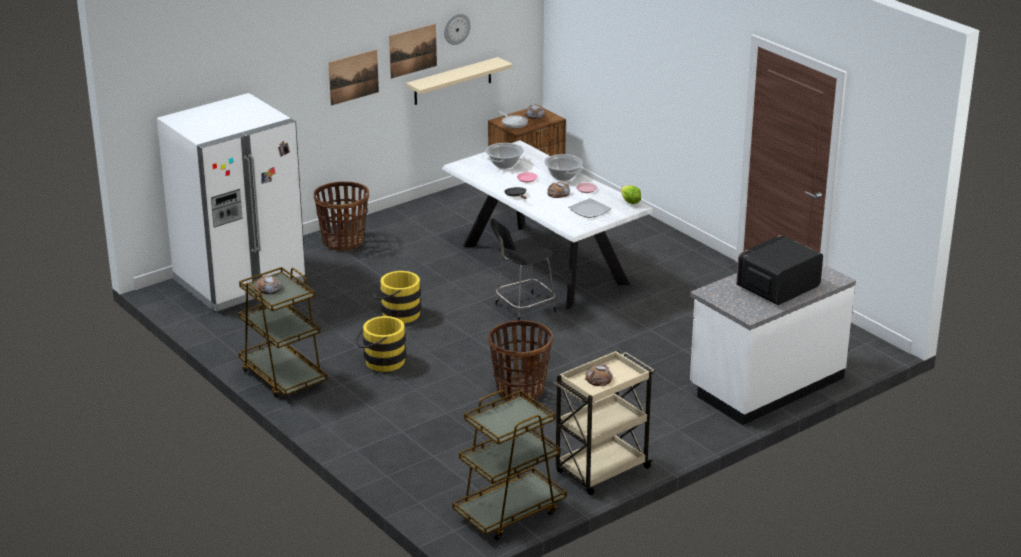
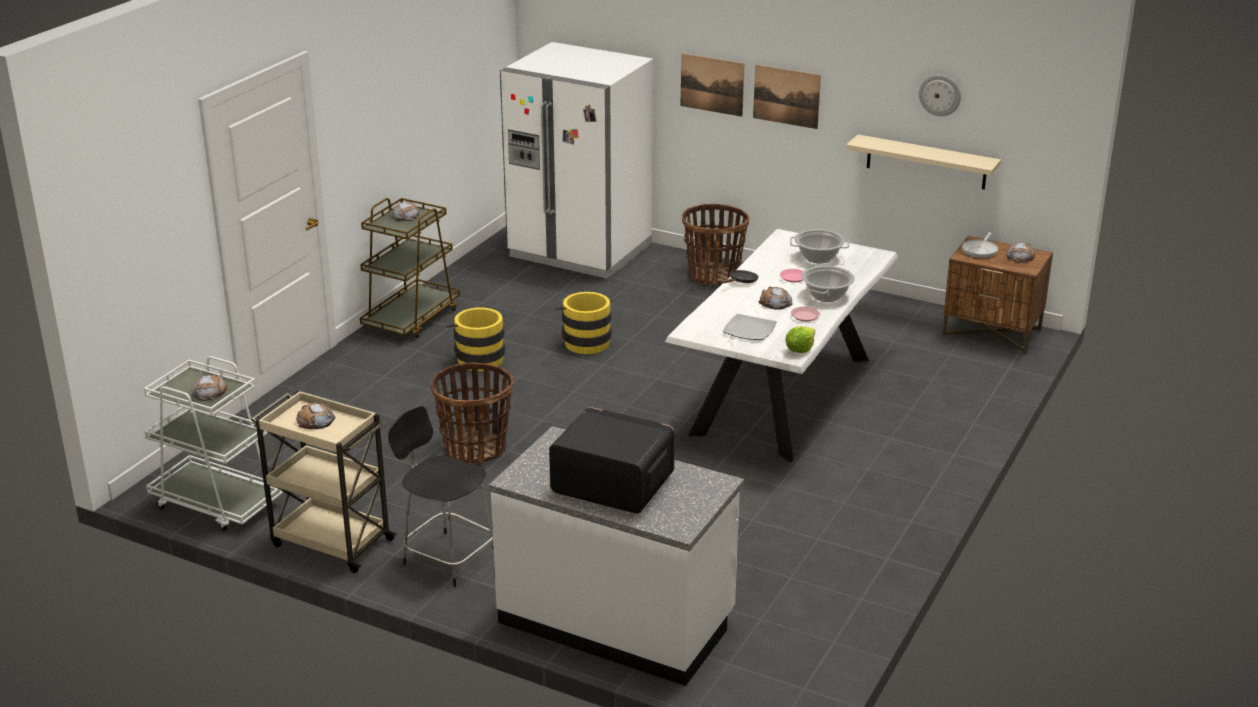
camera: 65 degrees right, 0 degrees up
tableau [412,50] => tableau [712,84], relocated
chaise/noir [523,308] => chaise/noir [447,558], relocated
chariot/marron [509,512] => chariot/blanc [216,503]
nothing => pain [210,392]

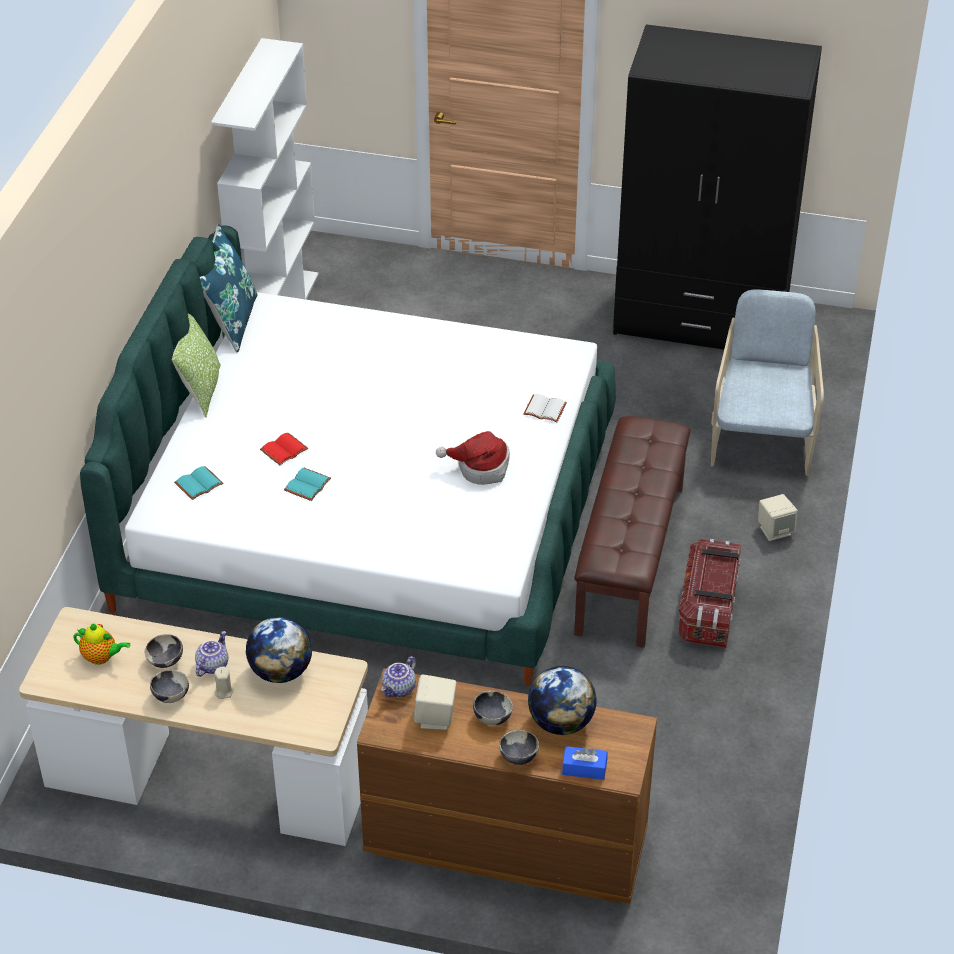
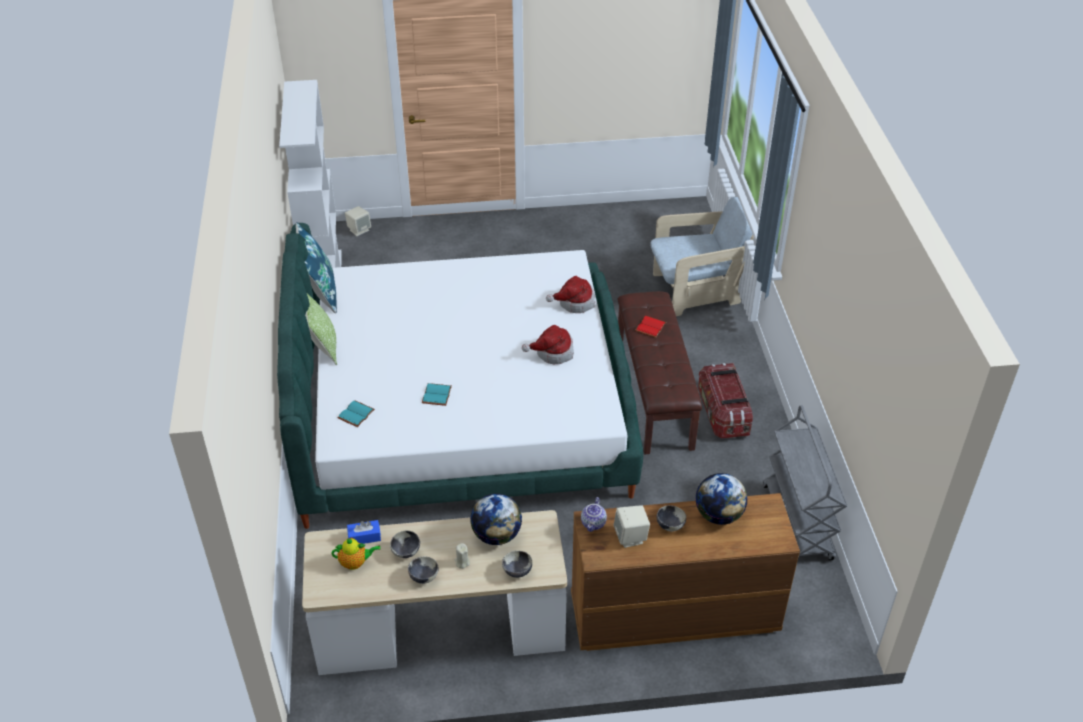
camera: 20 degrees left, 0 degrees up
armoire/noir [701,320] => nothing
fauteuil/beige [761,438] => fauteuil/beige [695,291], 90 degrees clockwise
livre/blanc [544,410] => chapeau [574,302]
livre/rouge [284,449] => livre/rouge [650,327], relocated
enceinte/beige [775,531] => enceinte/beige [359,230], relocated
théière [212,665] => nothing
bol [518,757] => bol [517,571], relocated
boîte à mouchoirs/bleu [584,768] => boîte à mouchoirs/bleu [364,537], relocated
nothing => chariot/gris [797,523]

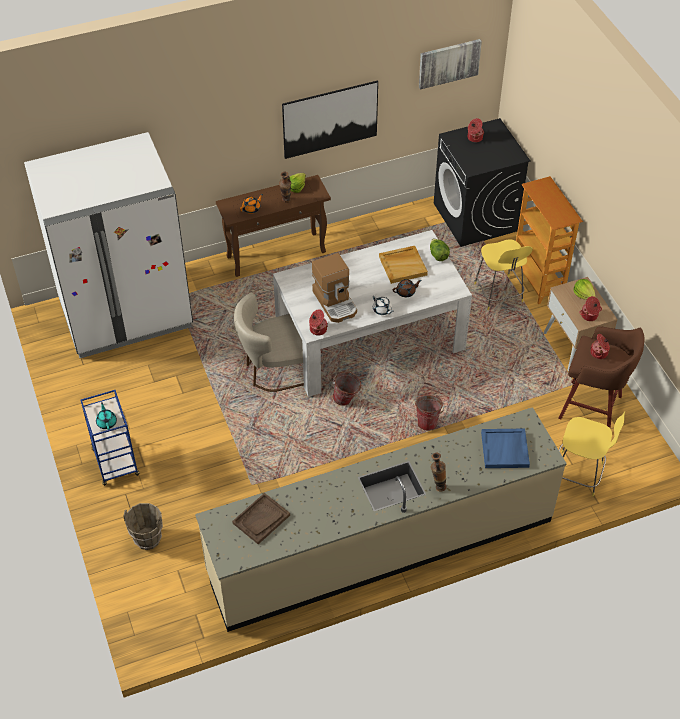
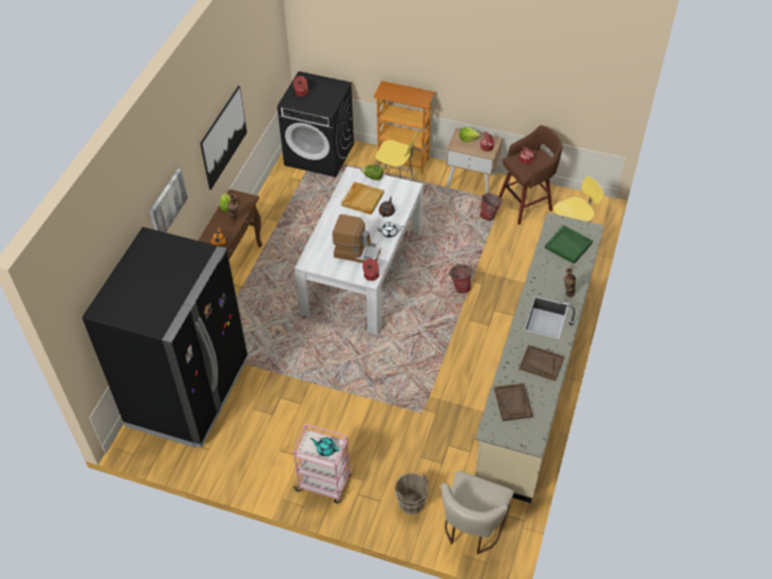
camera: 50 degrees left, 0 degrees up
tableau [449,63] => tableau [167,204], relocated
réfrigérateur/blanc [126,314] => réfrigérateur/noir [189,393]
chaise/beige [272,370] => chaise/beige [472,528], relocated
seau [346,400] => seau [490,215], relocated
chariot/bleu [116,463] => chariot/rose [324,483]
plateau/bleu [505,450] => plateau/vert [568,245]
nothing => plateau/marron [541,363]

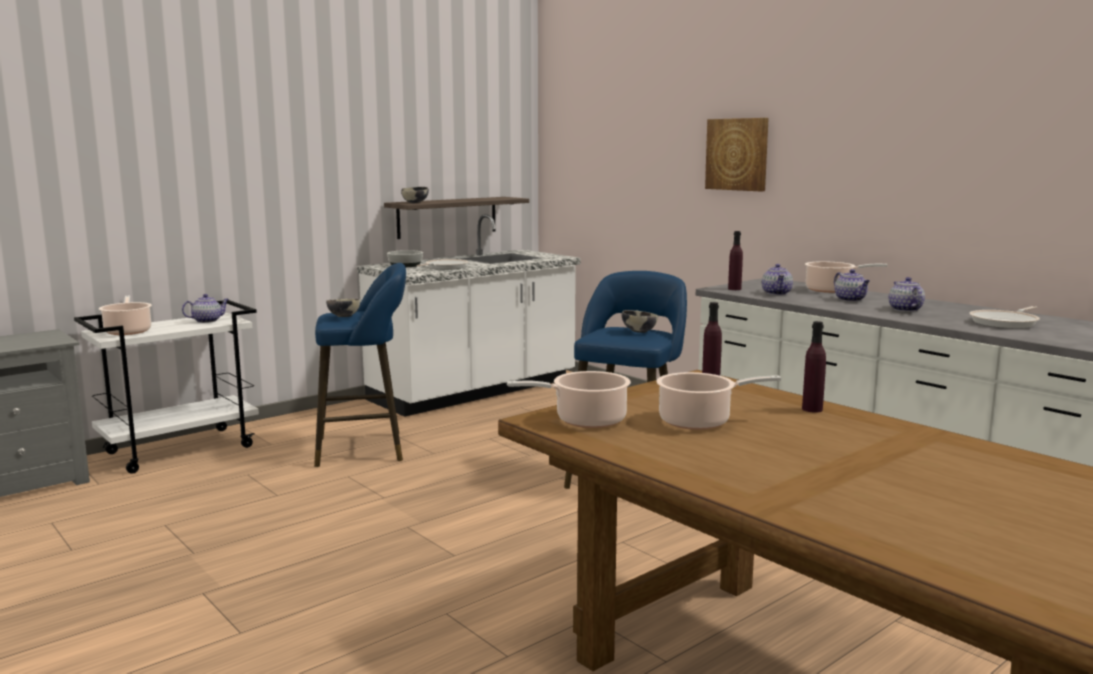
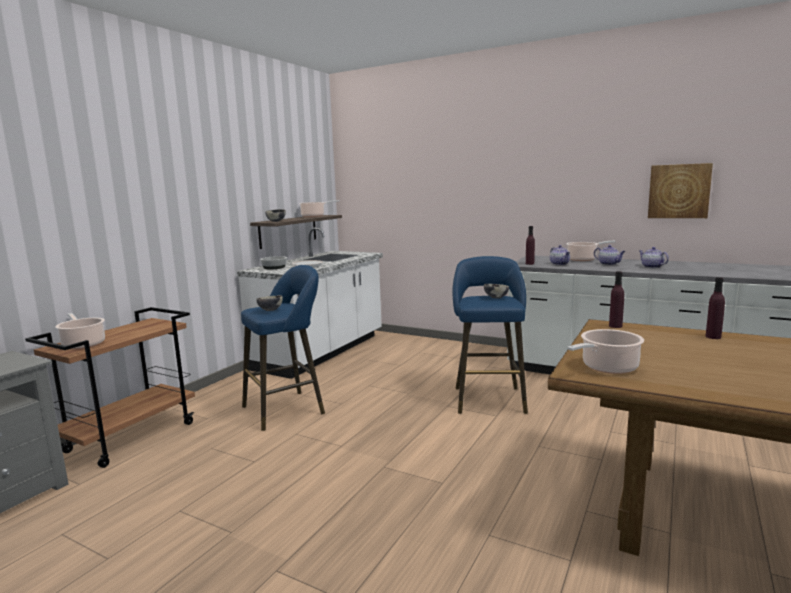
camera: 20 degrees left, 0 degrees up
tableau [737,154] => tableau [679,191], relocated
théière [207,321] => nothing
chariot/blanc [181,449] => chariot/marron [131,437]
poêle [1006,323] => nothing
marmite [699,421] => marmite [314,216], relocated

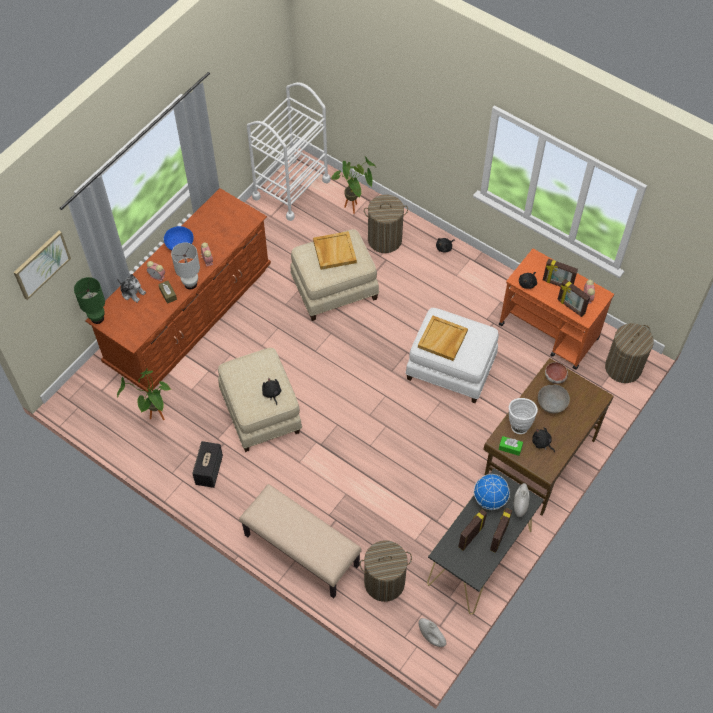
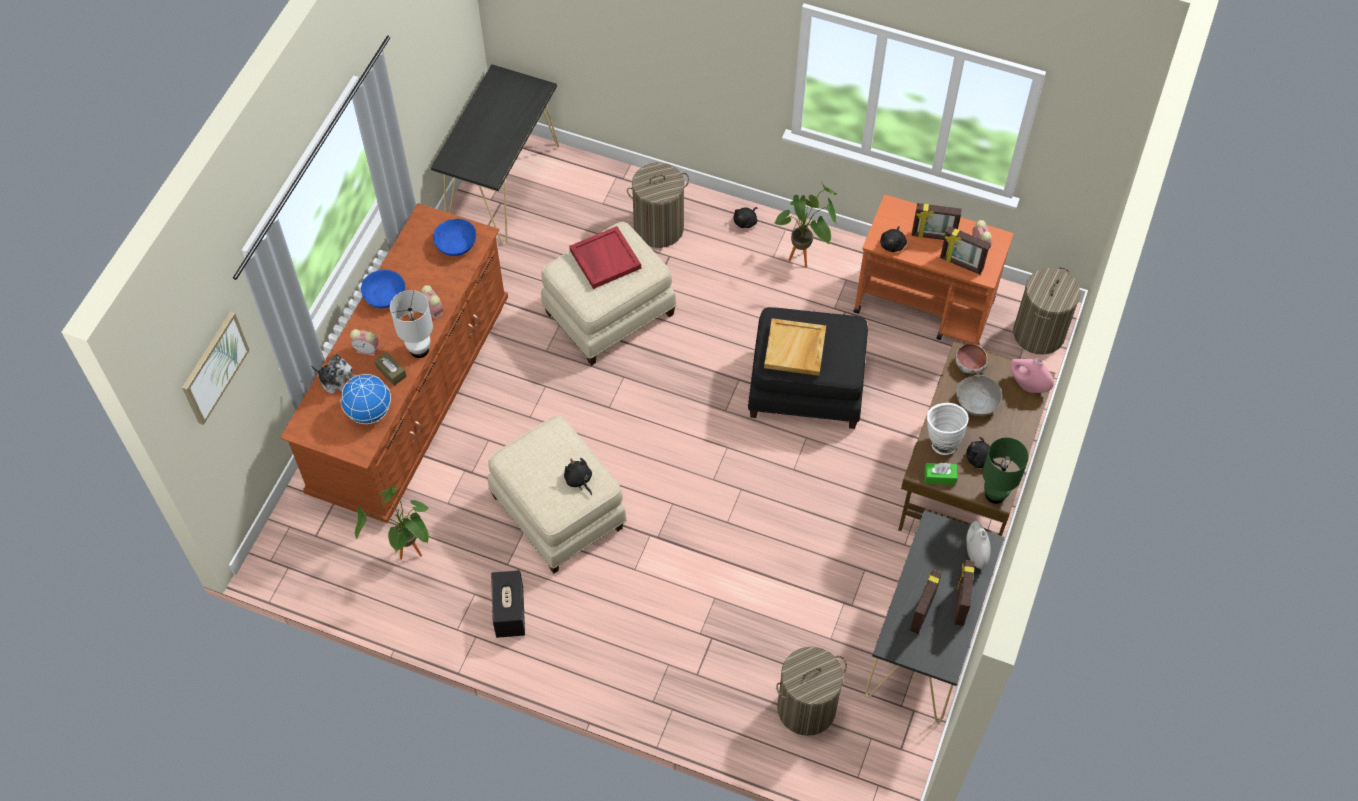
camera: 15 degrees left, 0 degrees up
chariot/blanc [291,188] => table console/noir [503,184]
plante en pot [355,209] => plante en pot [805,260], relocated
plateau/beige [334,251] => plateau/rouge [604,259]
lampe de table/vert [97,318] => lampe de table/vert [995,494], relocated
pouf/blanc [451,367] => pouf/noir [806,387]
globe [490,499] => globe [369,411], relocated
banc/beige [300,550] => nothing
vase/blanc [431,637] => nothing
nothing => bol/bleu [456,244]
nothing => vase/rose [1027,385]

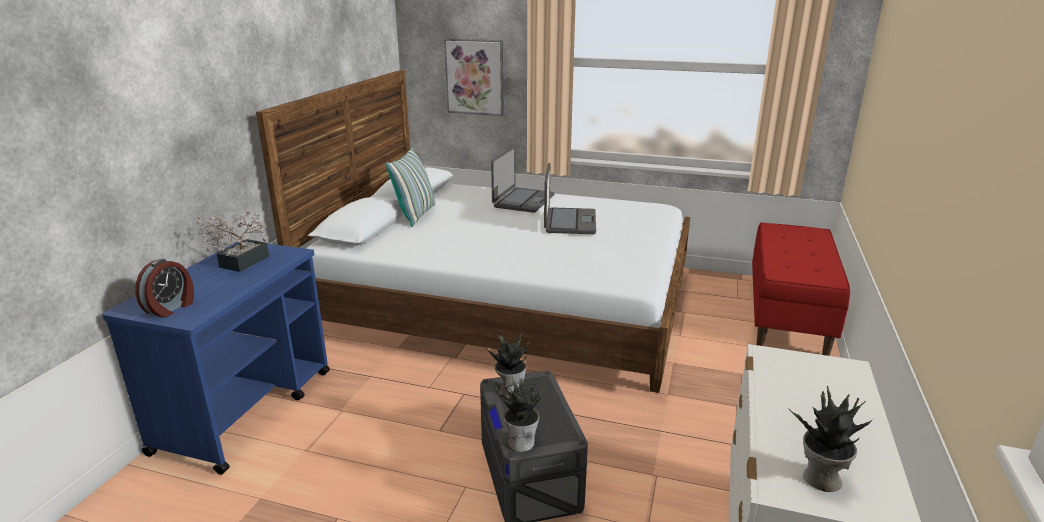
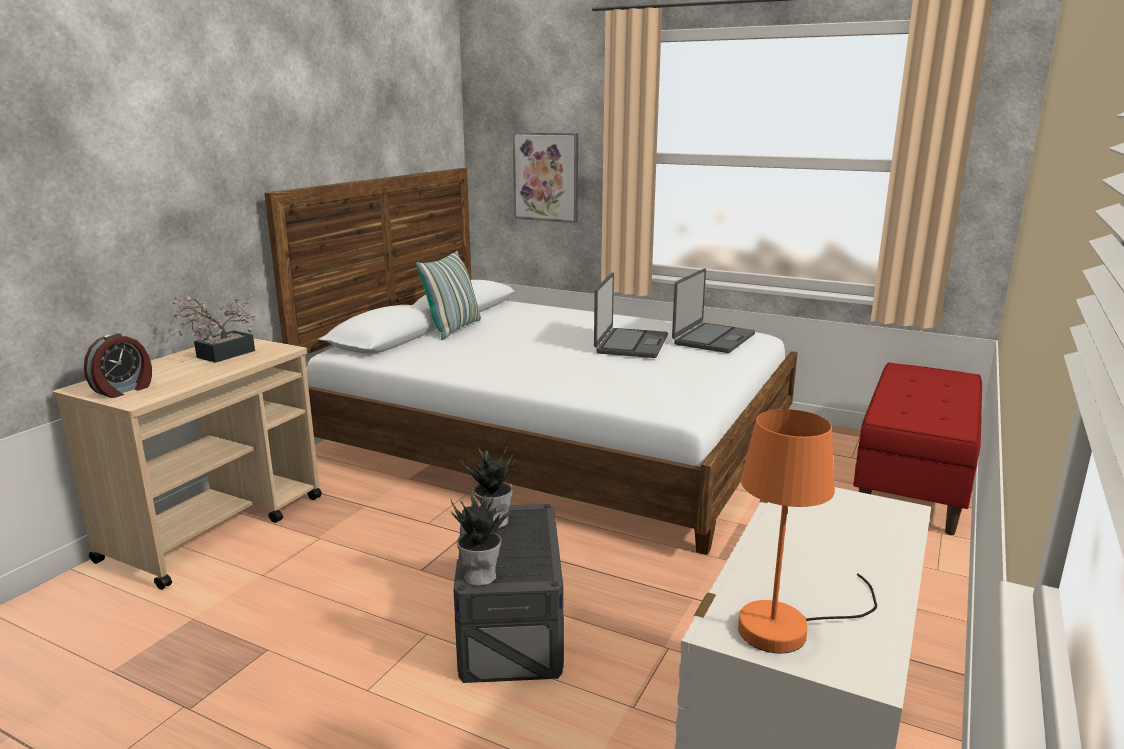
camera: 10 degrees right, 5 degrees down
ordinateur portable [523,201] => ordinateur portable [712,339], relocated
chariot/bleu [247,409] => chariot/beige [216,527]
plante en pot [820,479] => lampe de table/orange [789,626]

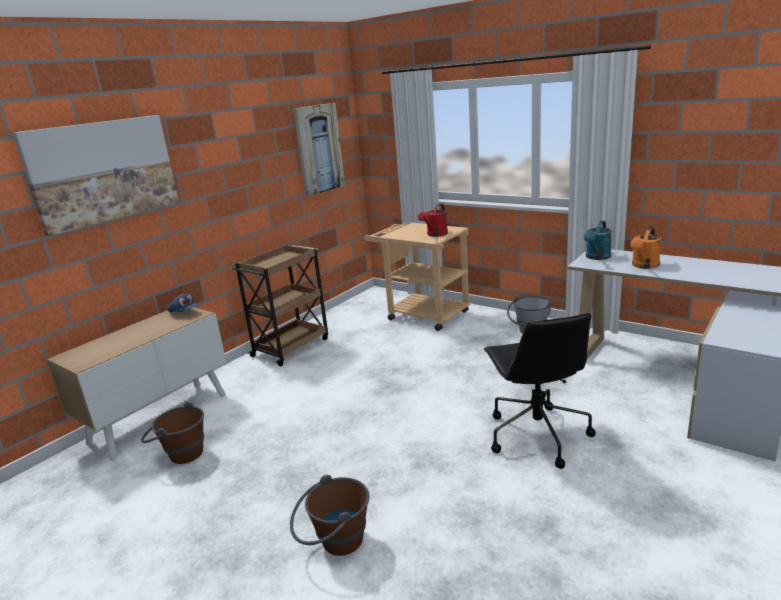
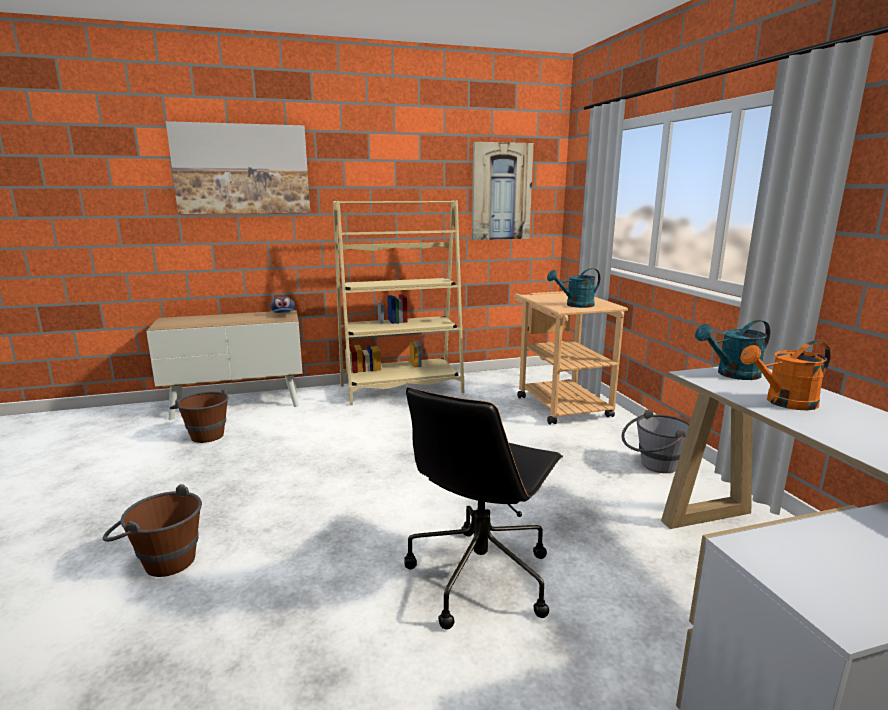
camera: 35 degrees right, 5 degrees down
arrosoir/rouge [435,235] => arrosoir/turquoise [575,305]
chariot/marron [291,346] => bibliothèque/beige [401,389]

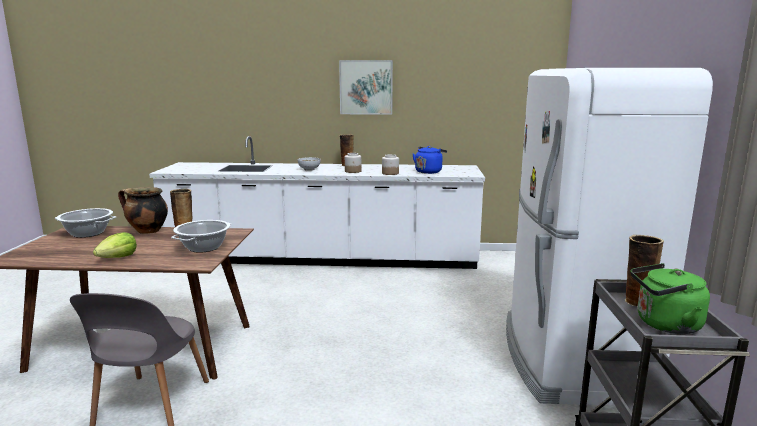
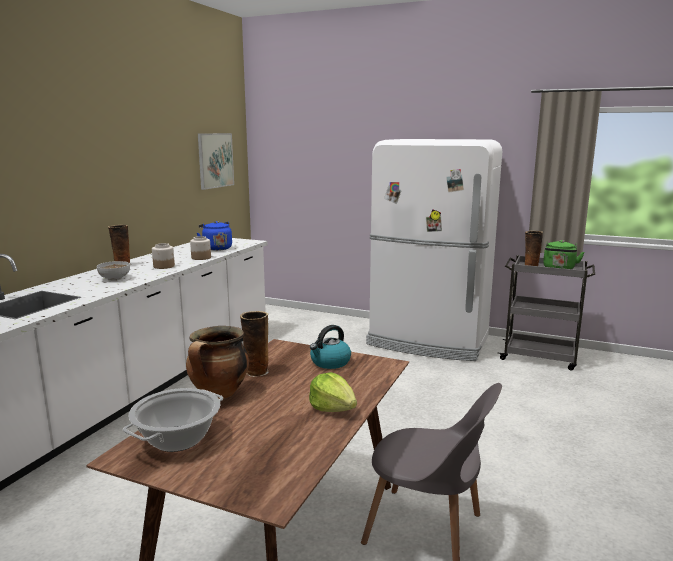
camera: 70 degrees left, 0 degrees up
tableau [366,87] => tableau [215,160], relocated
marmite [204,248] => bouilloire [330,362]

